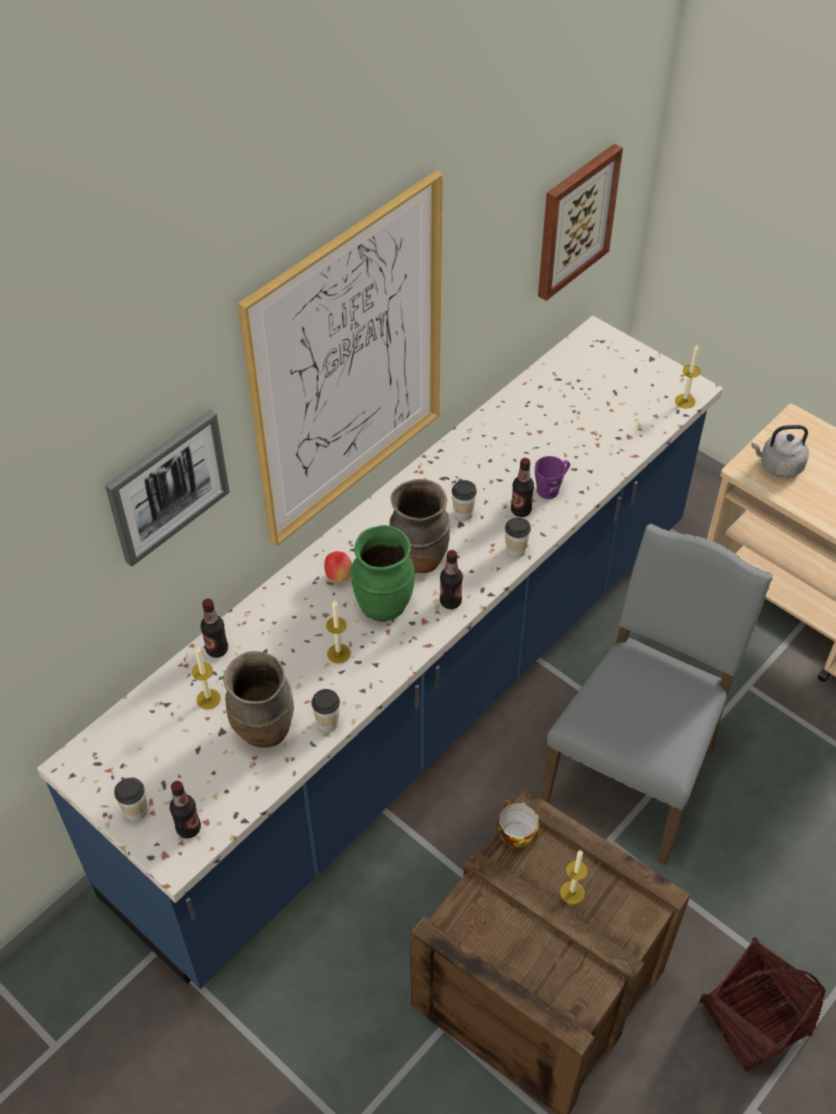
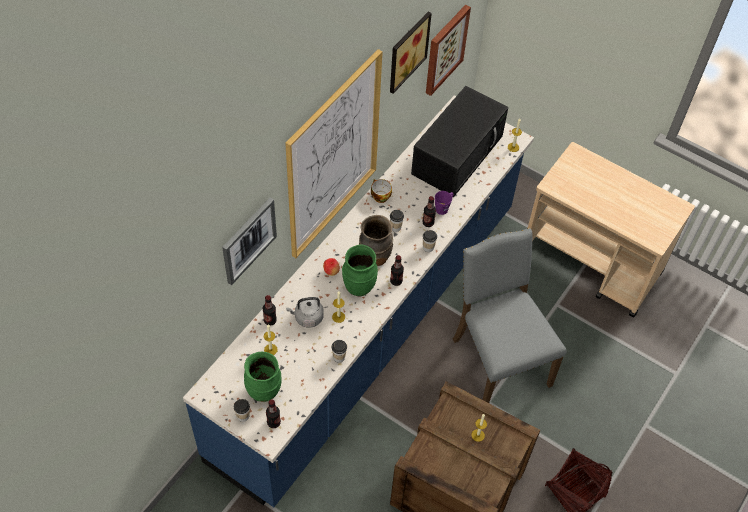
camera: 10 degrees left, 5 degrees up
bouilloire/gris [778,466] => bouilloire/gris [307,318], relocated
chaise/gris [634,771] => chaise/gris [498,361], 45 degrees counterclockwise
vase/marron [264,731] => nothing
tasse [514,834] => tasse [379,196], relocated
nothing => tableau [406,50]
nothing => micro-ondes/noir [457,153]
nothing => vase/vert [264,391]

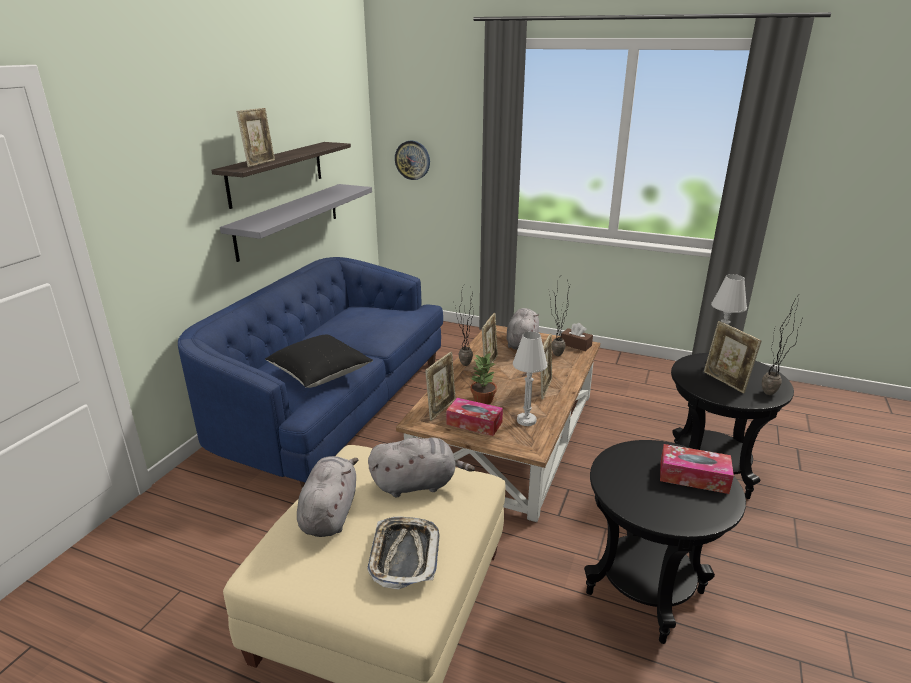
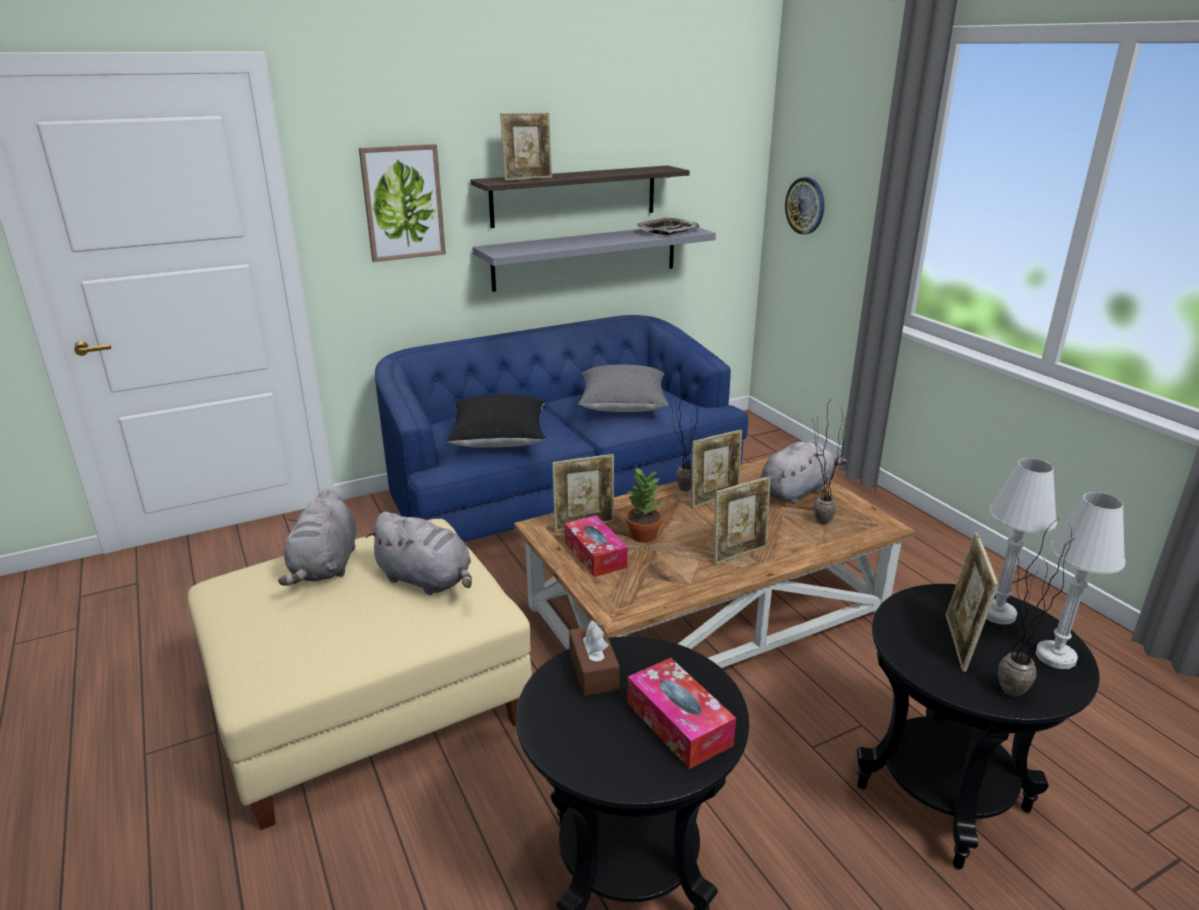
camera: 40 degrees right, 0 degrees up
boîte à mouchoirs/marron [576,345] => boîte à mouchoirs/marron [593,670], relocated
lampe de table/blanc [526,420] => lampe de table/blanc [1055,657], relocated
peluche/gris [330,513] => peluche/gris [325,567], 135 degrees clockwise
plateau [404,555] => plateau [667,231], relocated
nothing => tableau [403,202]
nothing => coussin/gris [622,405]

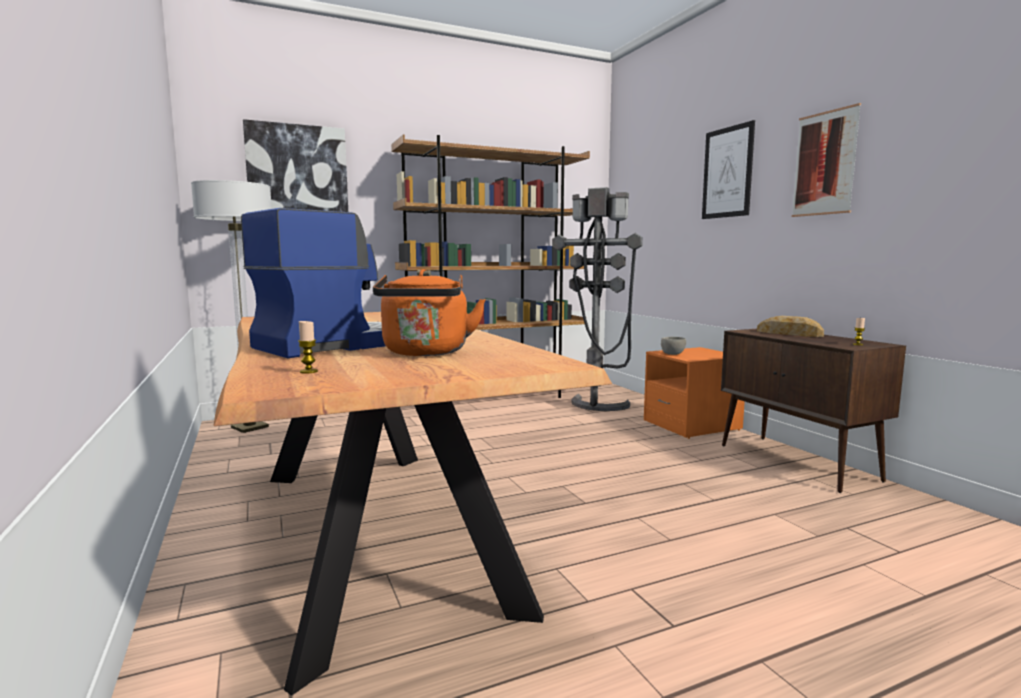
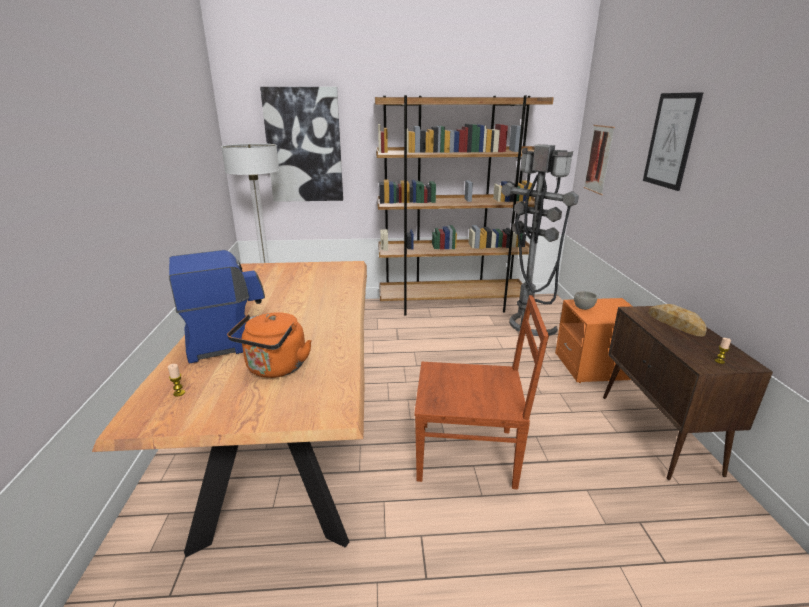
camera: 20 degrees right, 15 degrees up
tableau [824,163] => tableau [598,159], relocated
nothing => chaise/marron [469,455]

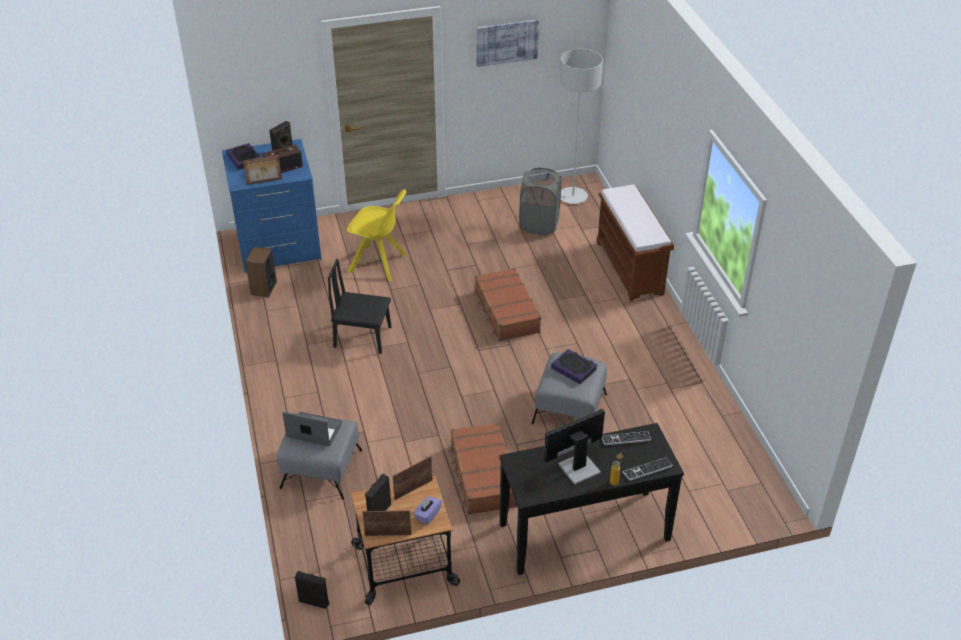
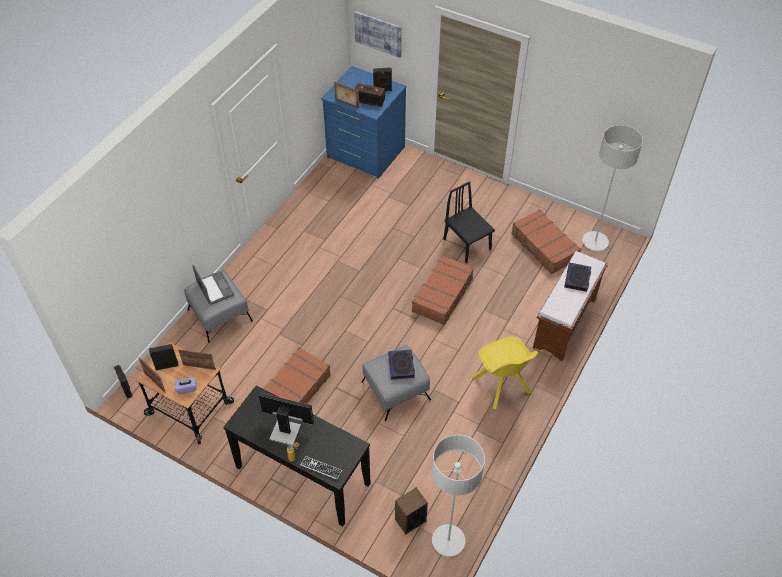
camera: 45 degrees right, 10 degrees up
tableau [507,42] => tableau [378,33], relocated
livre [244,159] => livre [577,279], relocated
panier à linge/gris [539,224] => valise/marron [544,247]
chaise/jaune [379,263] => chaise/jaune [502,386], relocated
enceinte [263,288] => enceinte [410,520], relocated
chaise/noir [362,337] => chaise/noir [467,244], relocated
clavier [626,439] => nothing
nothing => lampadaire/gris [448,541]

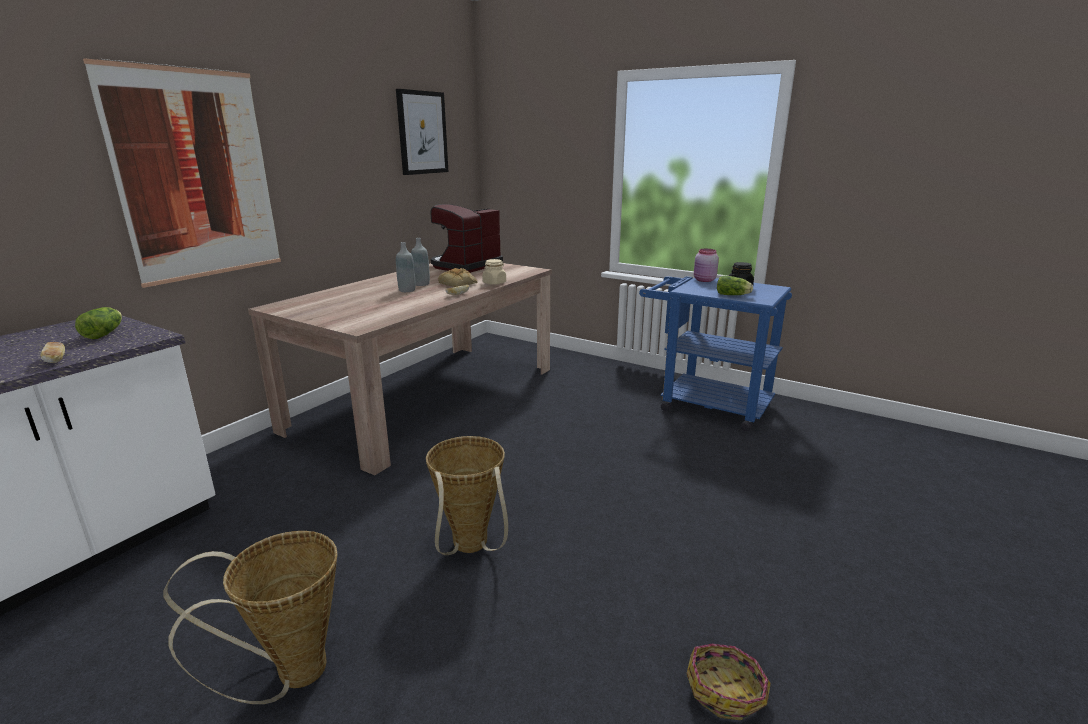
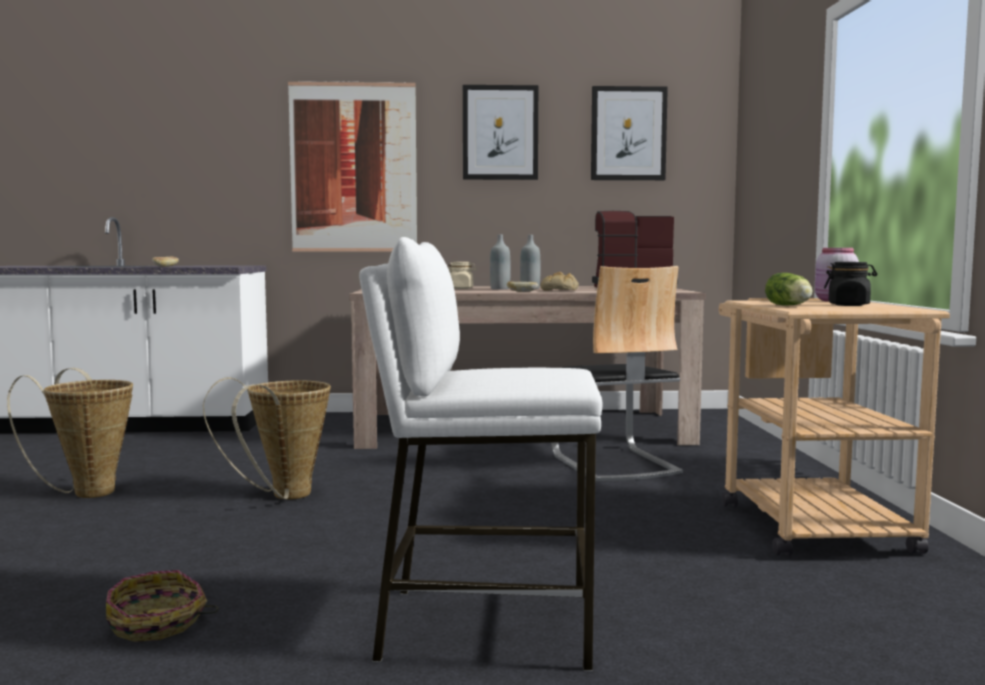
camera: 55 degrees right, 15 degrees down
bocal/beige [494,283] => bocal/beige [461,288], relocated
chariot/bleu [705,404] => chariot/beige [806,521]
laitue [105,333] => nothing
nothing => tableau [500,133]
nothing => tabouret/blanc [486,625]
nothing => chaise [613,463]

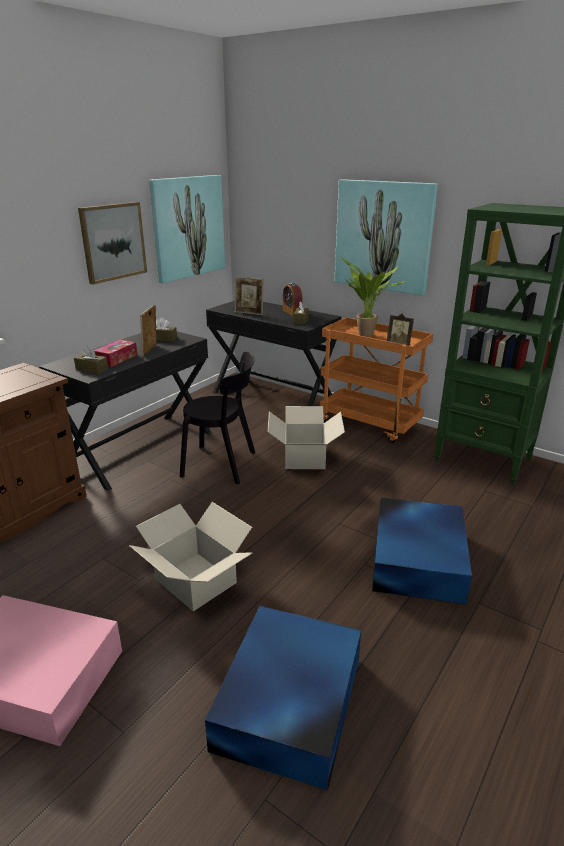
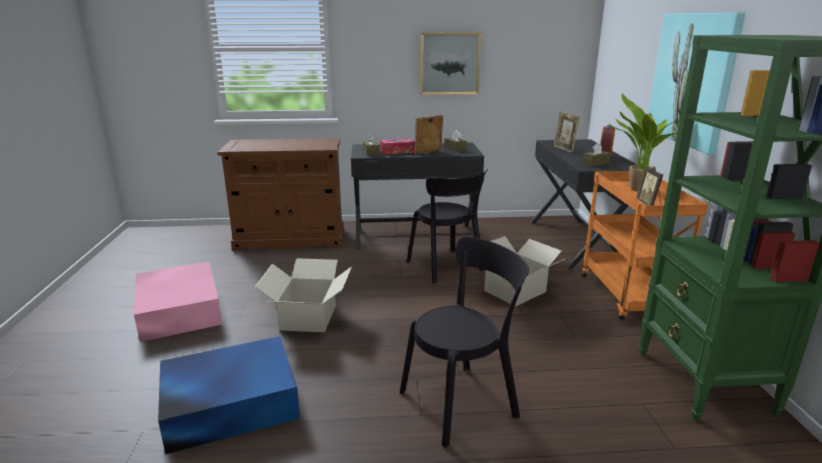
camera: 50 degrees right, 5 degrees down
tableau [188,227] => nothing
boîte de rangement/bleu [418,558] => chaise/noir [462,401]

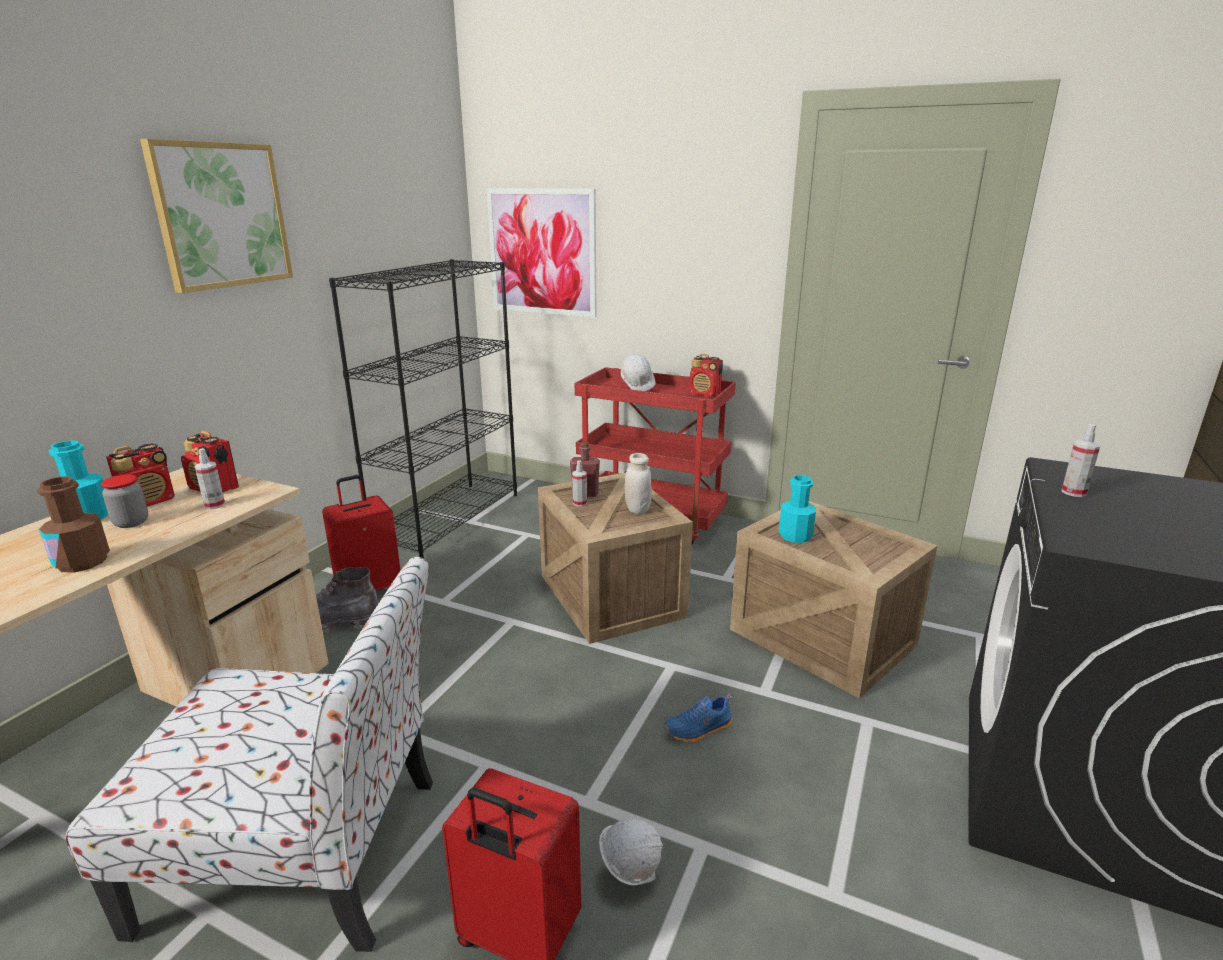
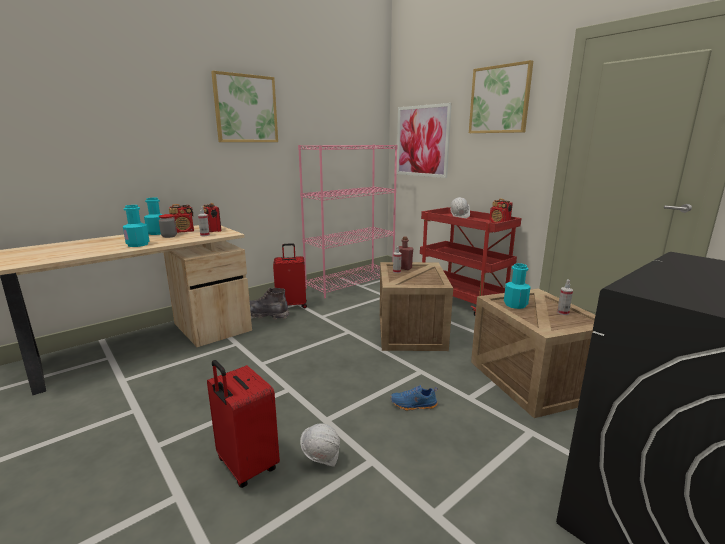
camera: 25 degrees right, 5 degrees down
bibliothèque/noir [449,518] => bibliothèque/rose [351,283]
vaporisateur [1073,492] => vaporisateur [563,313], relocated
bocal/blanc [637,509] => nothing
bouteille/marron [82,562] => bouteille/turquoise [138,244]
chaise [302,852] => nothing
nothing => tableau [499,99]

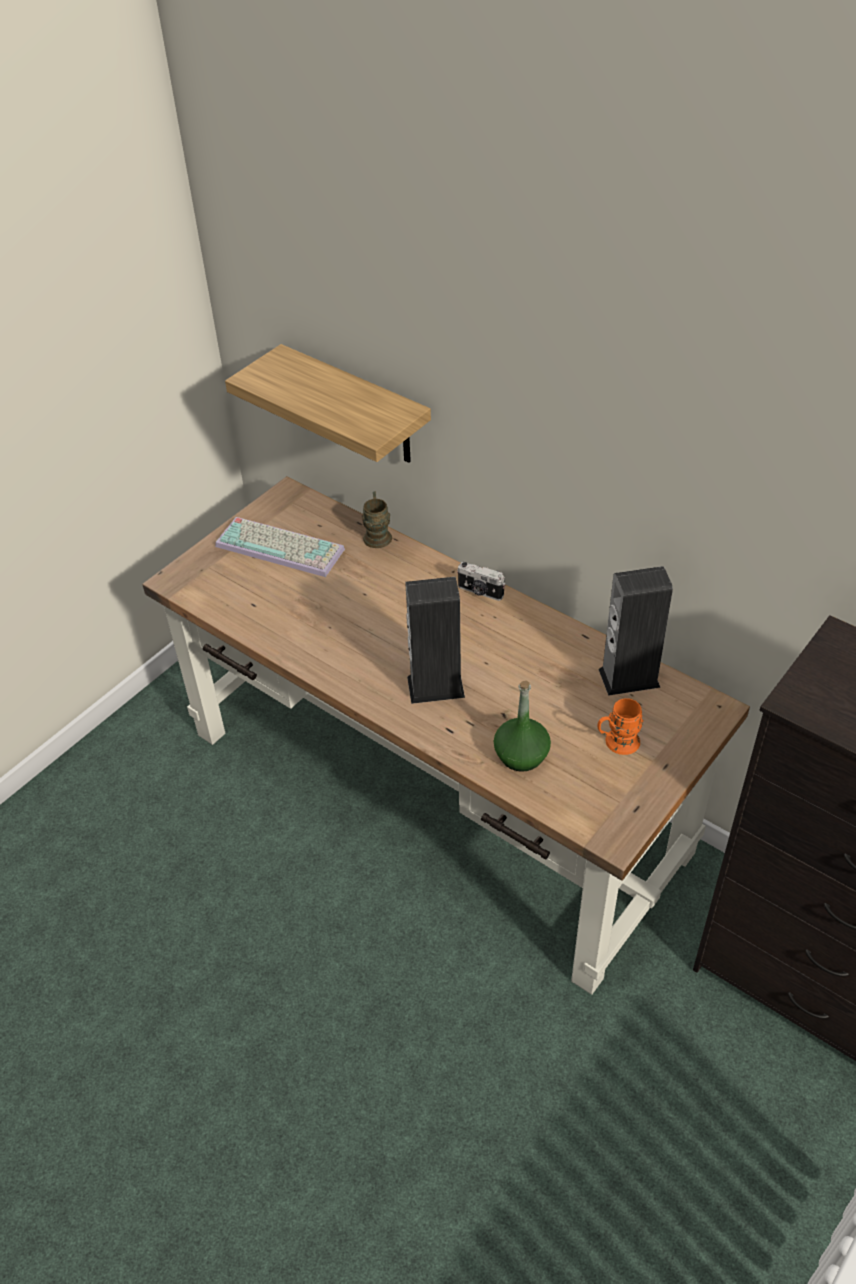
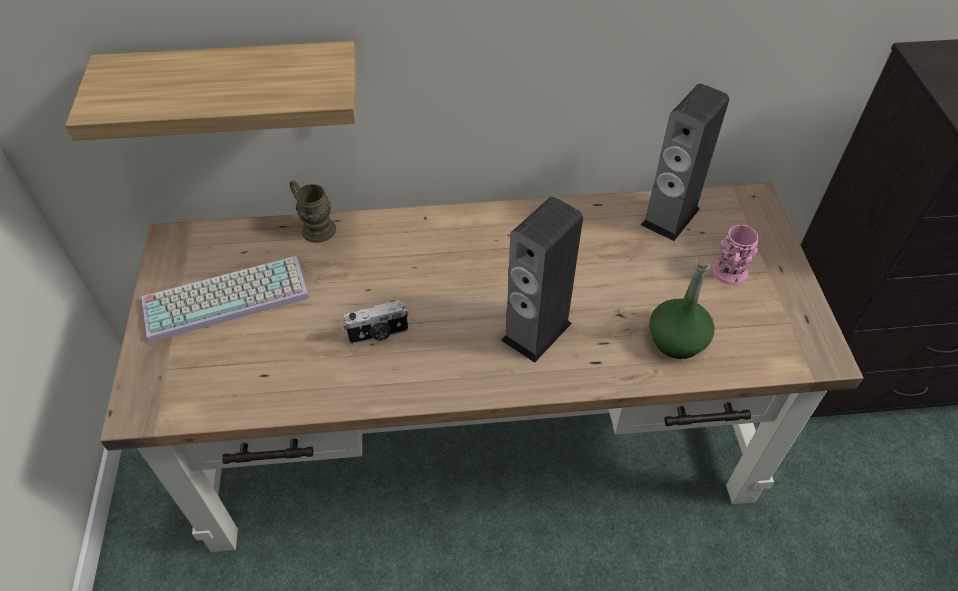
camera: 45 degrees left, 5 degrees up
appareil photo [480,592] => appareil photo [379,334], relocated
mug/orange [616,743] => mug/rose [728,276]

